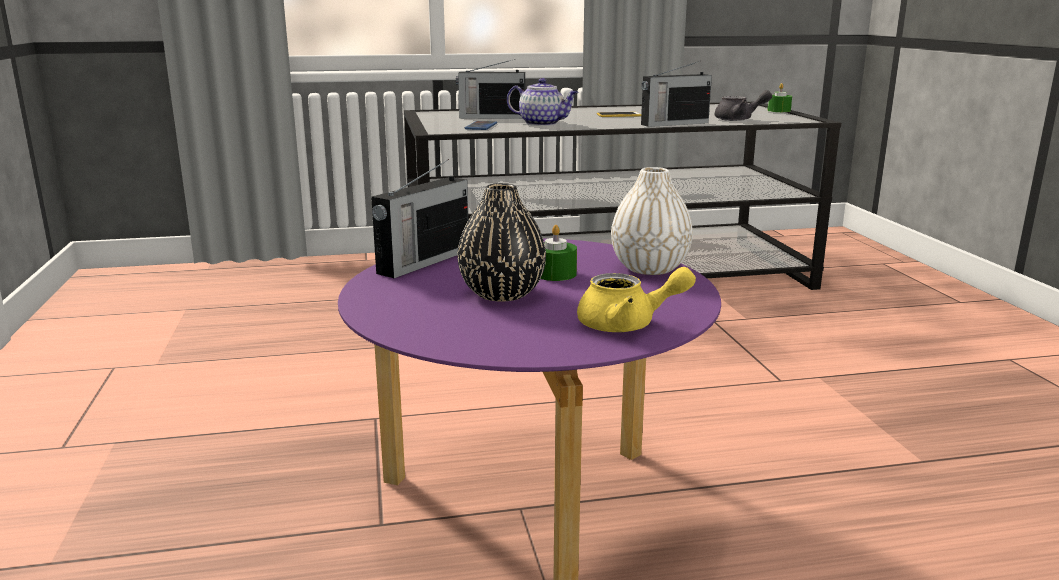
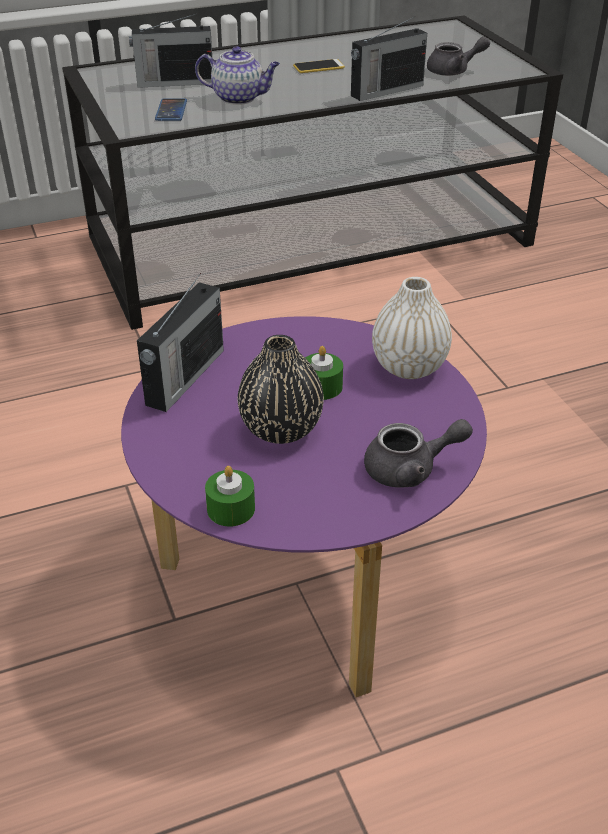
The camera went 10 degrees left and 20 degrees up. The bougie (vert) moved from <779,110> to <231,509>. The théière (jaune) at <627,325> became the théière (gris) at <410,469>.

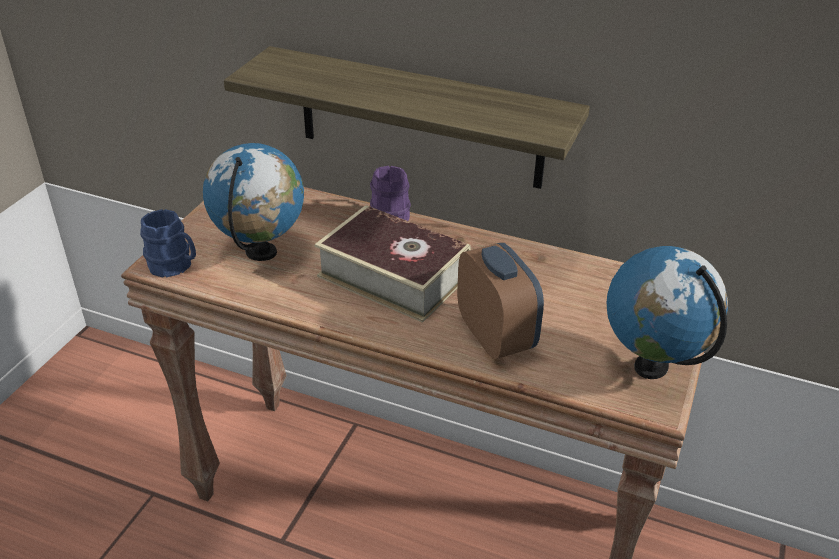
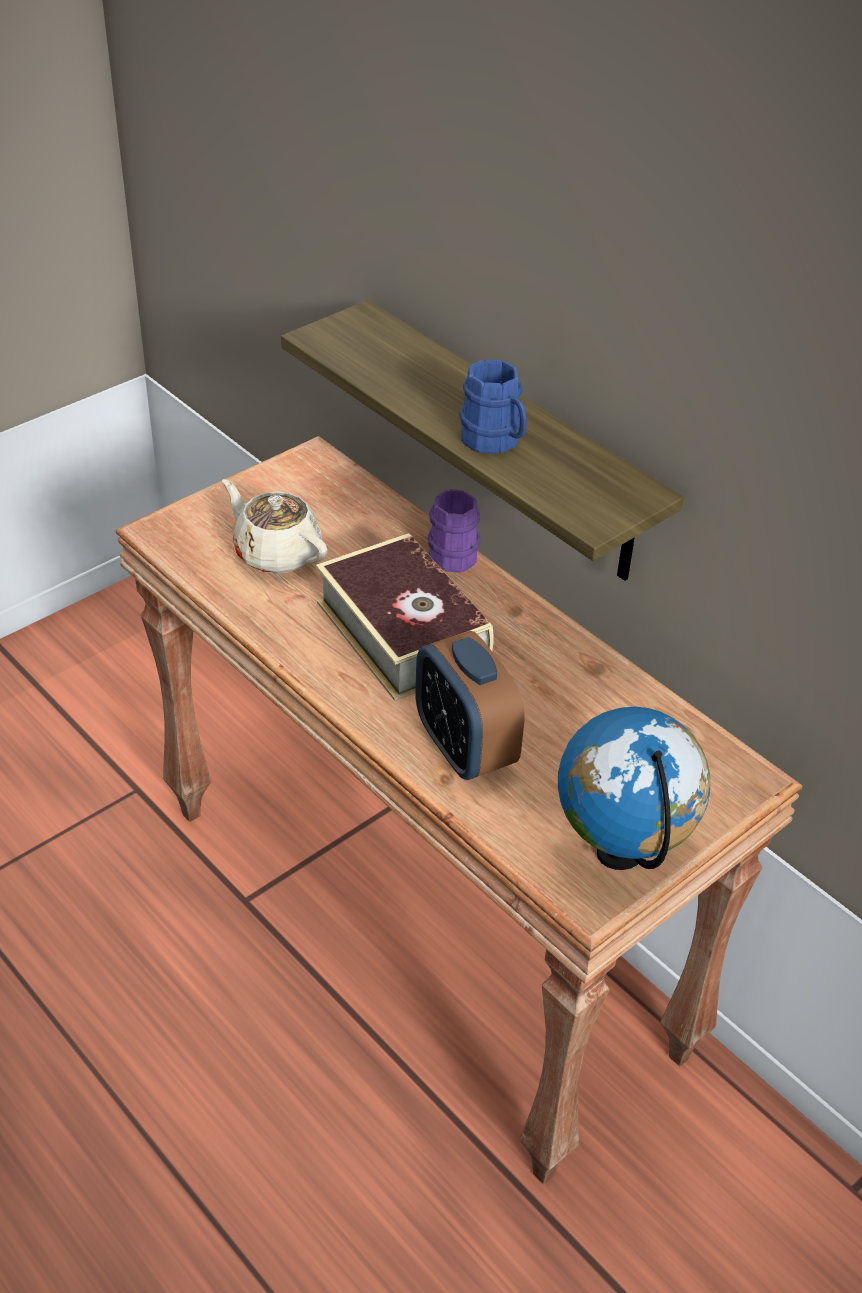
The camera went 25 degrees right and 5 degrees up. The globe at <261,253> was replaced by the théière (beige) at <276,552>. The réveil at <495,337> turned 150 degrees clockwise. The mug (bleu) moved from <174,266> to <494,442>.

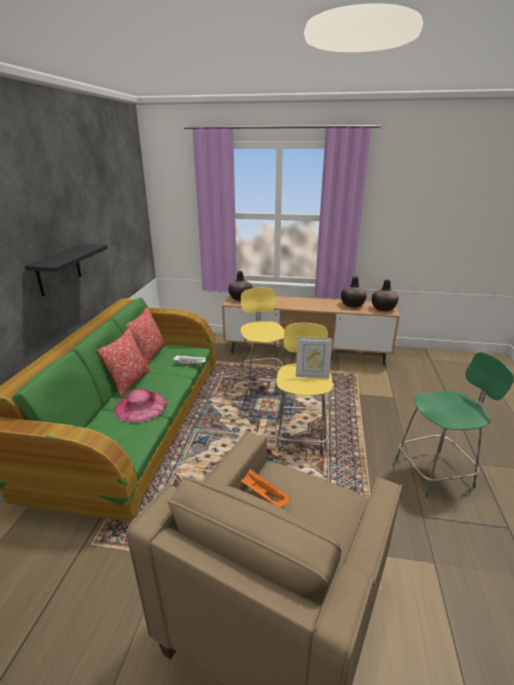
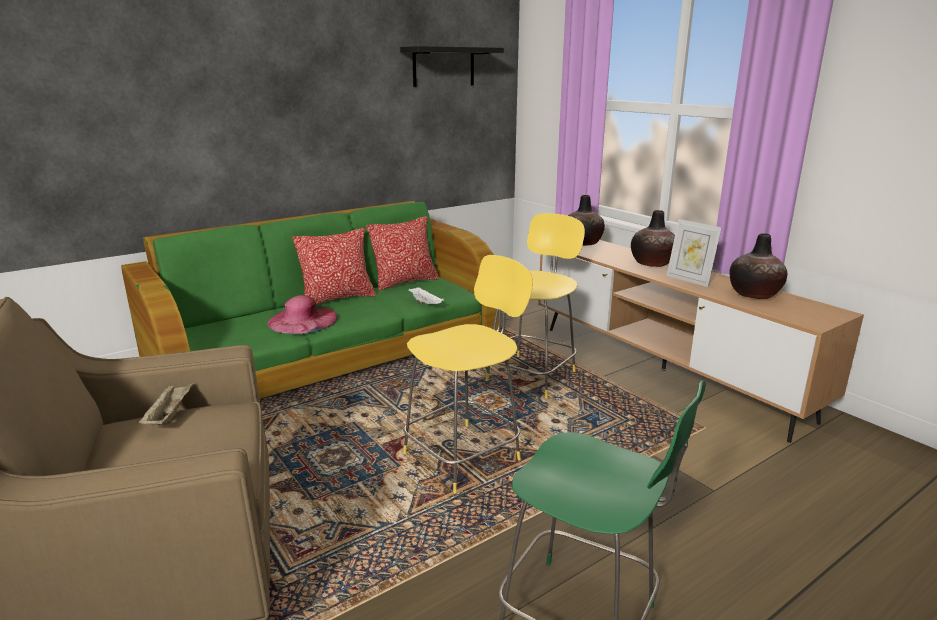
The camera went 45 degrees right and 5 degrees down. The plateau (orange) at <262,494> became the plateau (beige) at <170,414>. The étagère (noir) moved from <59,269> to <443,67>. The vase moved from <383,309> to <652,263>. The cadre photo moved from <312,376> to <689,280>.

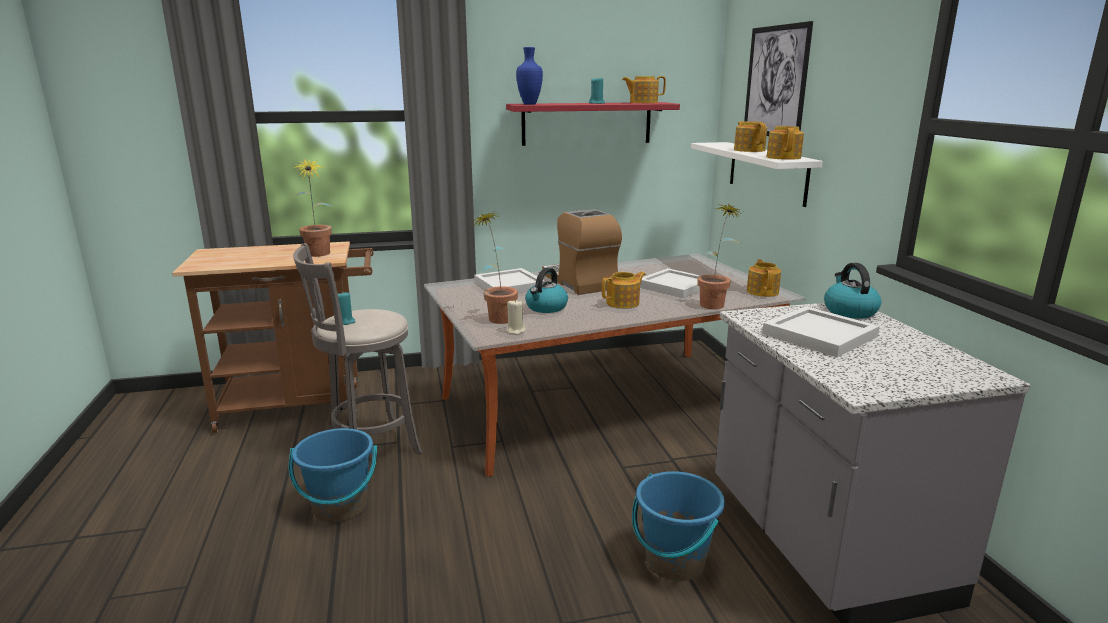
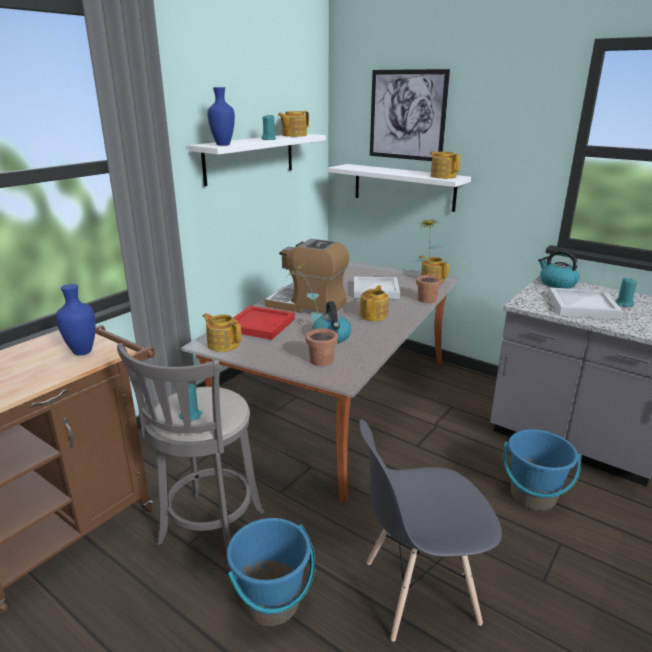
The camera went 40 degrees left and 5 degrees up. The plante en pot at <318,255> was replaced by the vase (bleu) at <82,351>. The étagère (rouge) at <587,123> became the étagère (blanc) at <250,158>. The théière moved from <749,150> to <223,344>. The plateau (blanc) at <508,285> became the plateau (rouge) at <259,325>. The chaise (gris) at <419,592> appeared. The bougie (turquoise) at <623,304> appeared. The bougie (beige) at <515,331> disappeared.

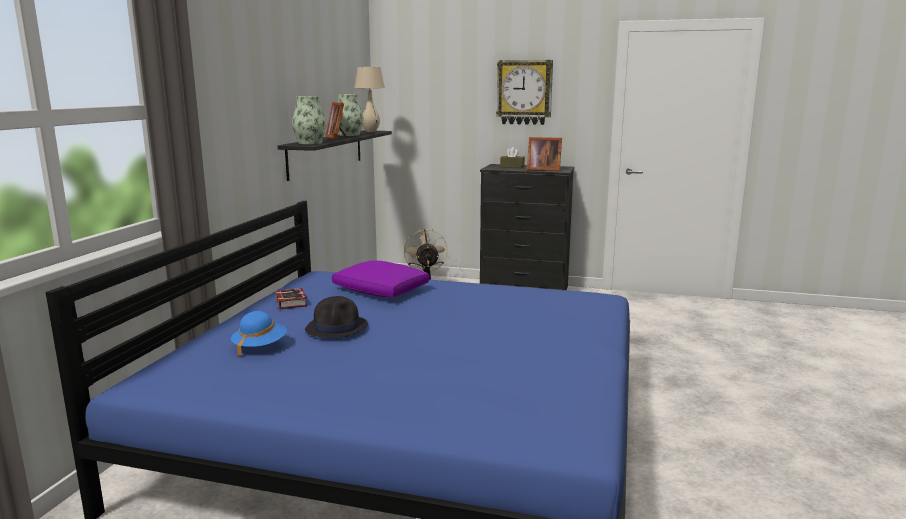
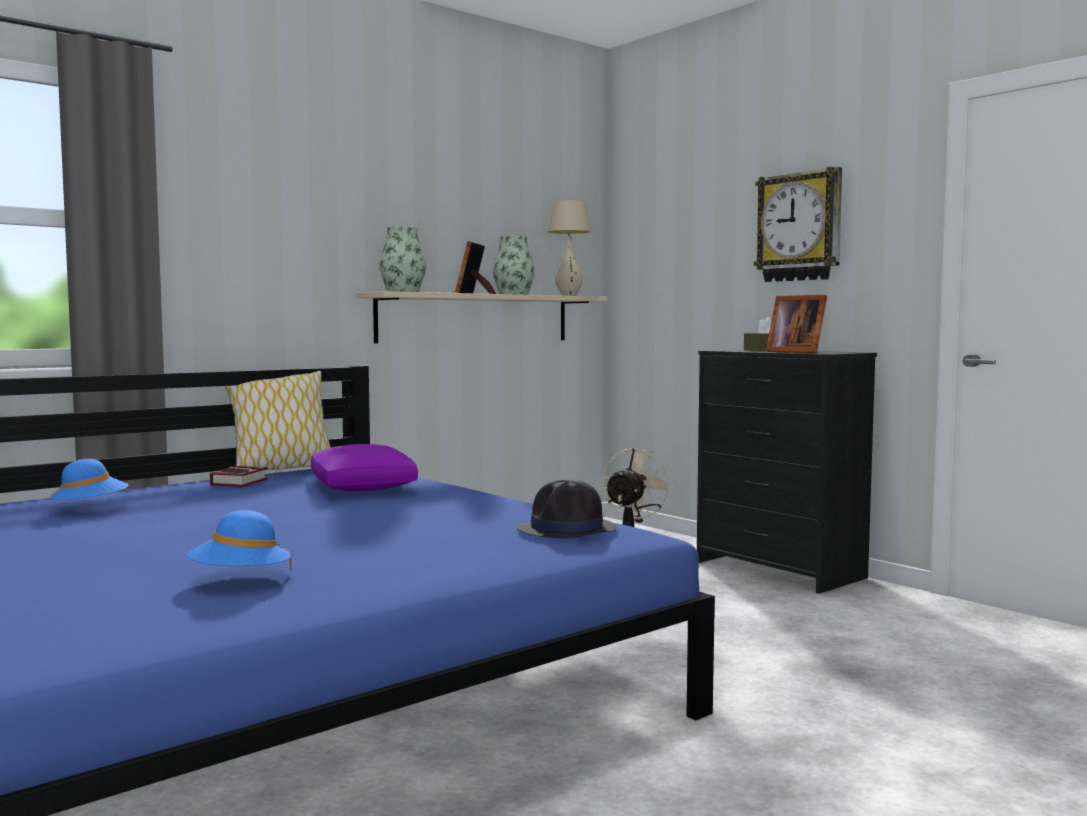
The camera went 35 degrees right and 10 degrees down. The chapeau (bleu) at <240,579> appeared. The coussin at <281,470> appeared. The étagère (noir) at <326,153> became the étagère (beige) at <476,318>. The chapeau (noir) moved from <337,327> to <567,530>.

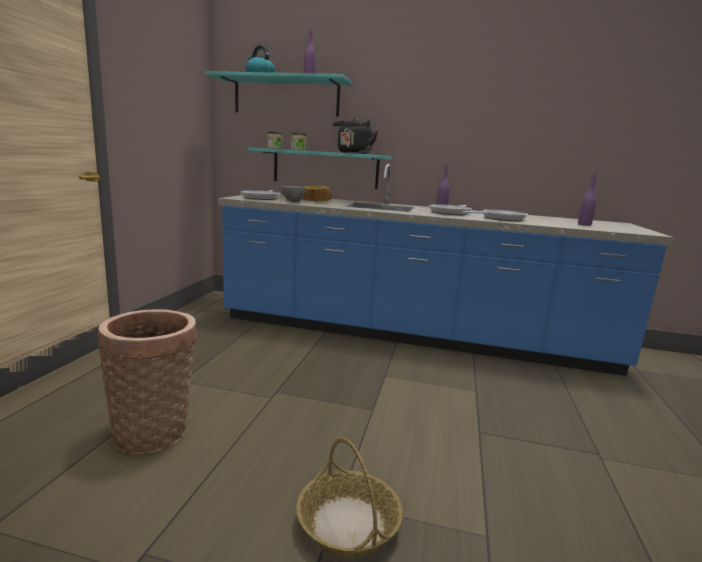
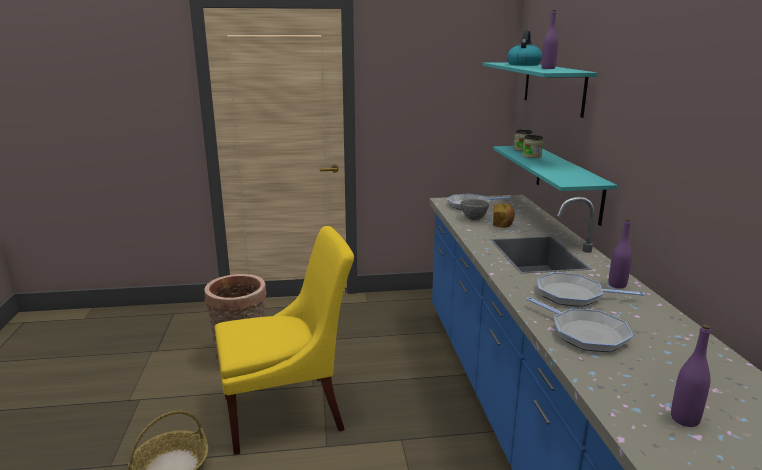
The camera went 70 degrees right and 5 degrees up. The chaise (jaune) at <289,411> appeared. The bouilloire (noir) at <353,153> disappeared.

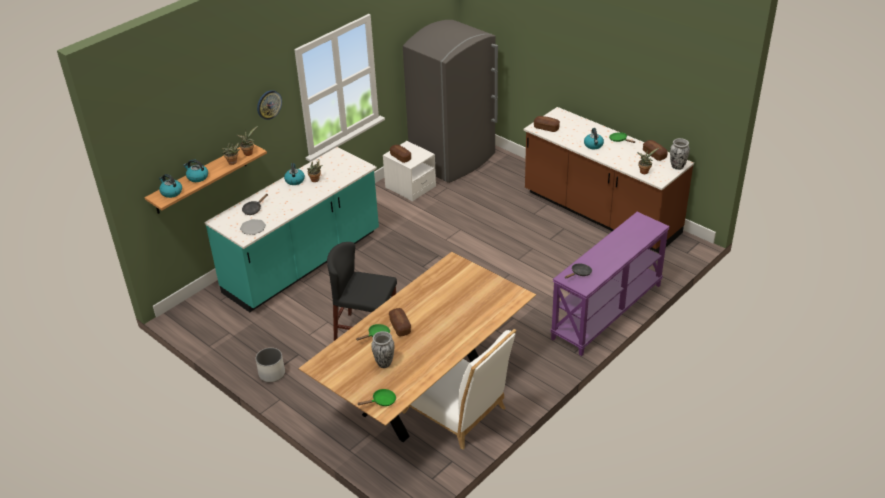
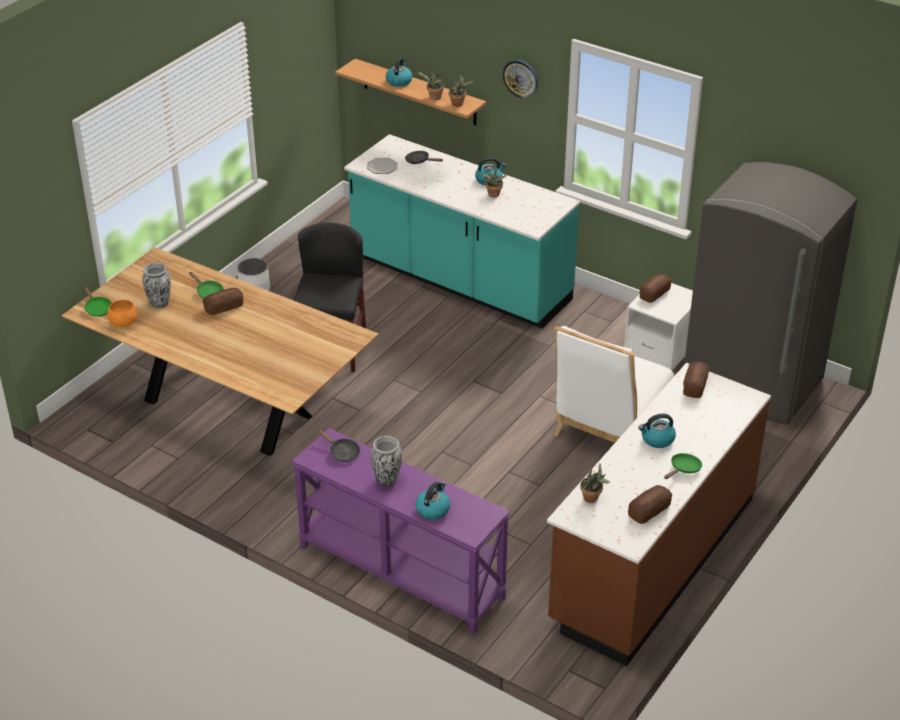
The camera went 80 degrees right and 0 degrees up. The bol (orange) at <123,323> appeared. The vase moved from <677,167> to <386,480>. The bouilloire moved from <171,192> to <433,509>. The chaise (blanc) moved from <459,413> to <610,426>.

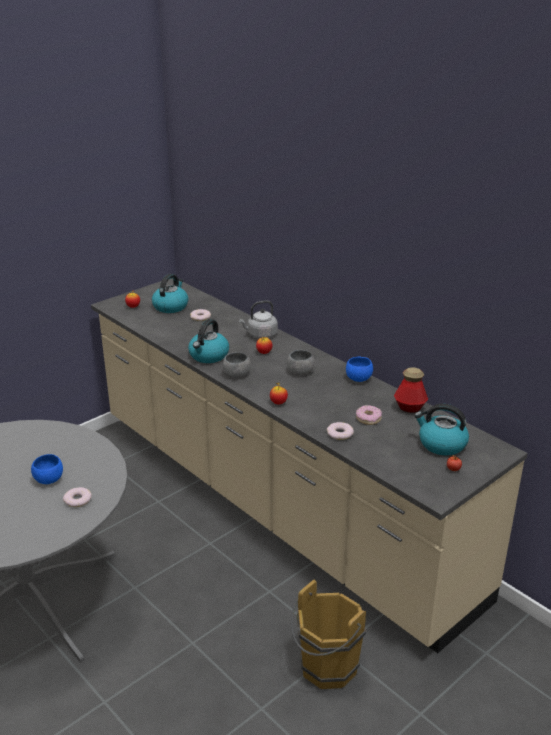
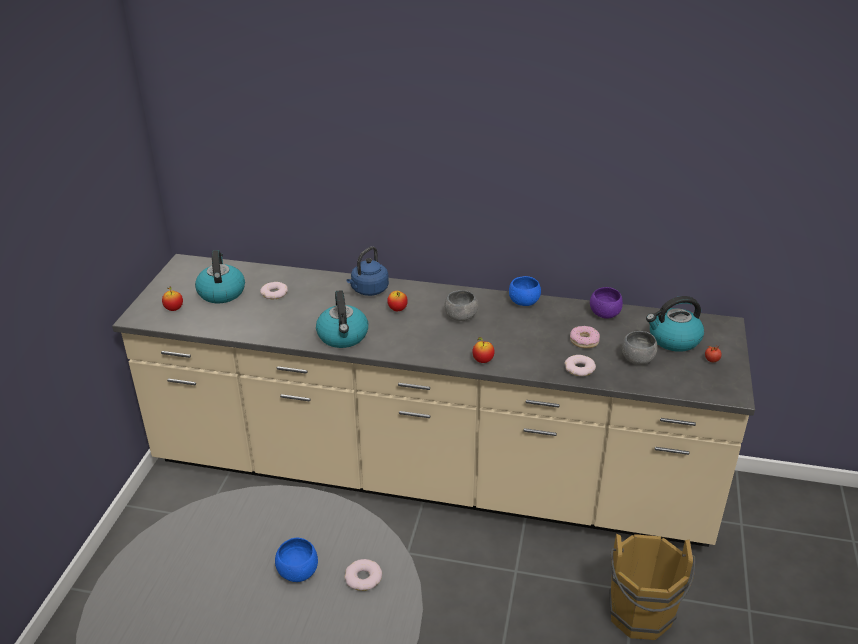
The camera went 35 degrees left and 5 degrees up. The bouilloire (gris) at <260,335> became the bouilloire (bleu) at <368,290>. The bouteille at <409,407> was replaced by the bol (violet) at <604,314>. The bol (gris) moved from <236,374> to <637,359>.

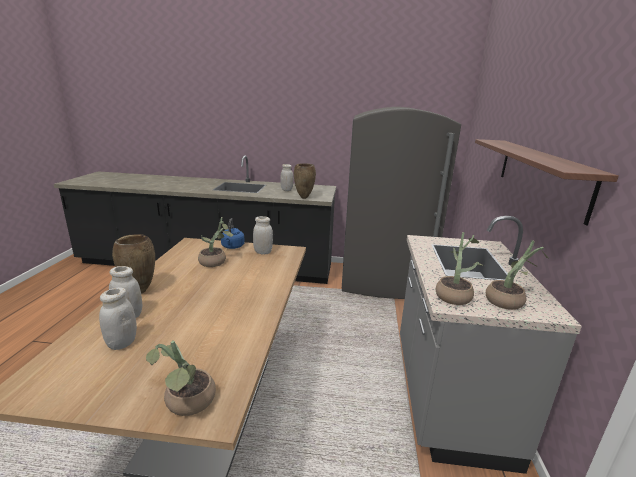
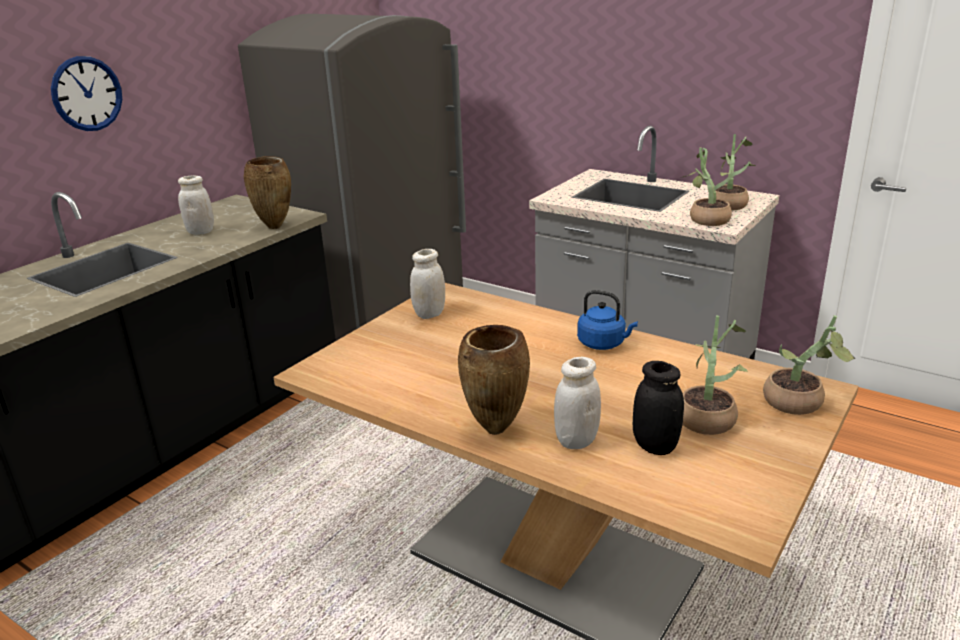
The camera went 60 degrees left and 5 degrees up. The horloge murale at <87,94> appeared. The bouilloire (bleu) moved from <232,247> to <603,344>. The bocal (blanc) at <122,343> became the bocal (noir) at <655,446>. The plante en pot moved from <216,262> to <707,417>. The étagère at <540,174> disappeared.

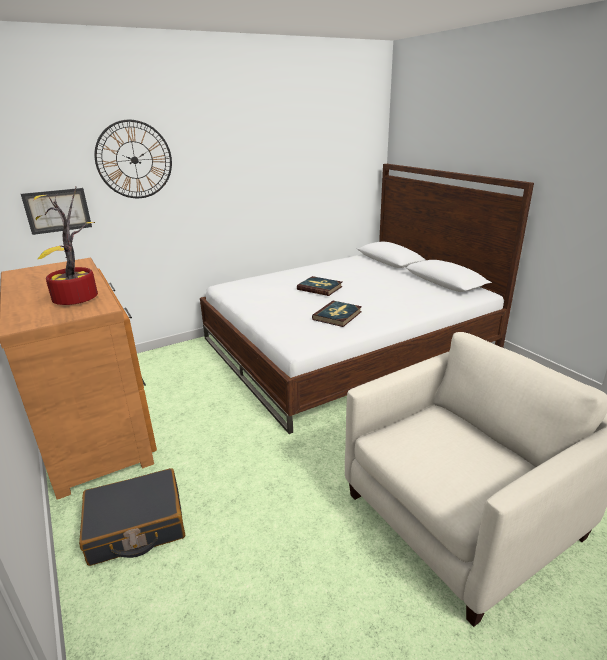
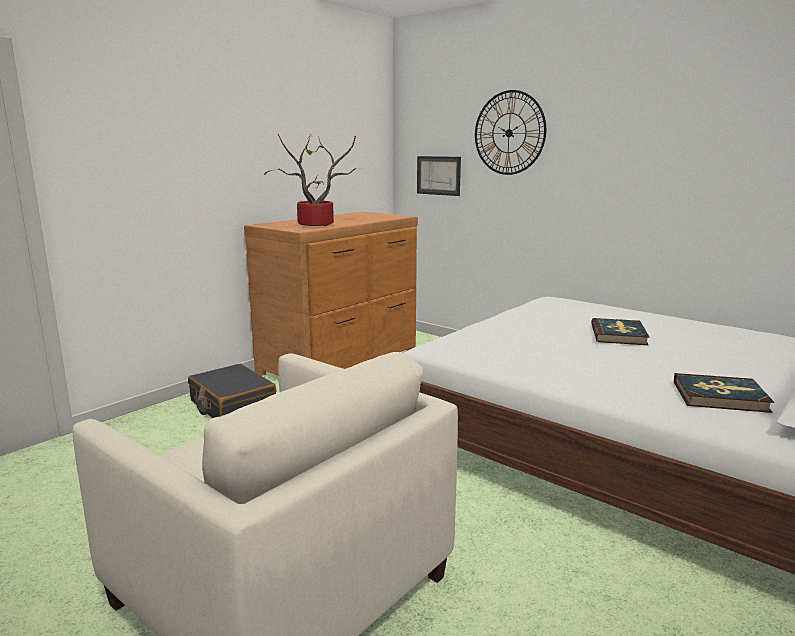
The camera went 70 degrees right and 10 degrees down. The livre moved from <337,315> to <720,396>.

